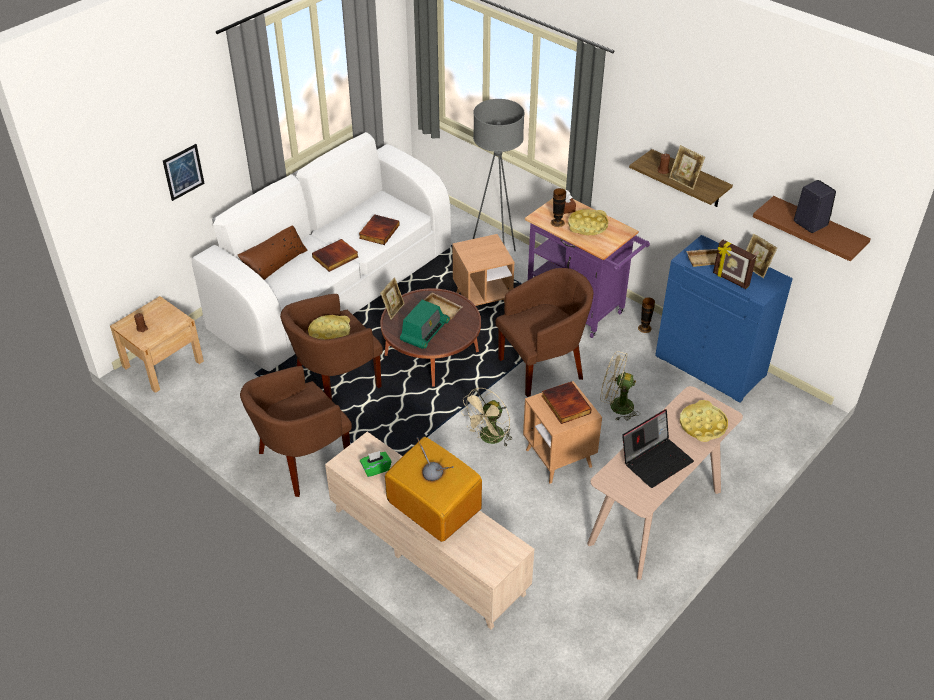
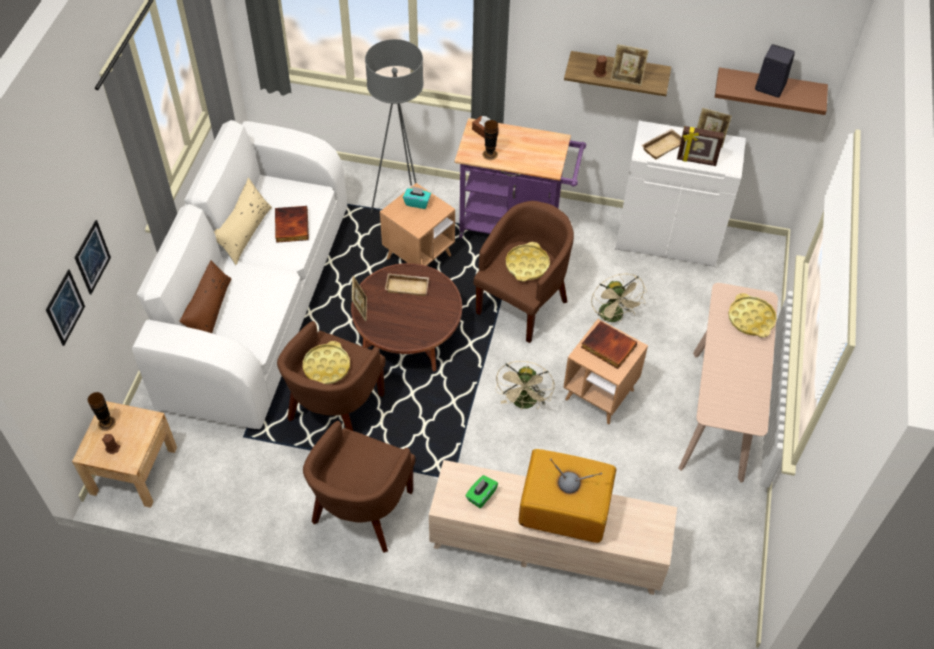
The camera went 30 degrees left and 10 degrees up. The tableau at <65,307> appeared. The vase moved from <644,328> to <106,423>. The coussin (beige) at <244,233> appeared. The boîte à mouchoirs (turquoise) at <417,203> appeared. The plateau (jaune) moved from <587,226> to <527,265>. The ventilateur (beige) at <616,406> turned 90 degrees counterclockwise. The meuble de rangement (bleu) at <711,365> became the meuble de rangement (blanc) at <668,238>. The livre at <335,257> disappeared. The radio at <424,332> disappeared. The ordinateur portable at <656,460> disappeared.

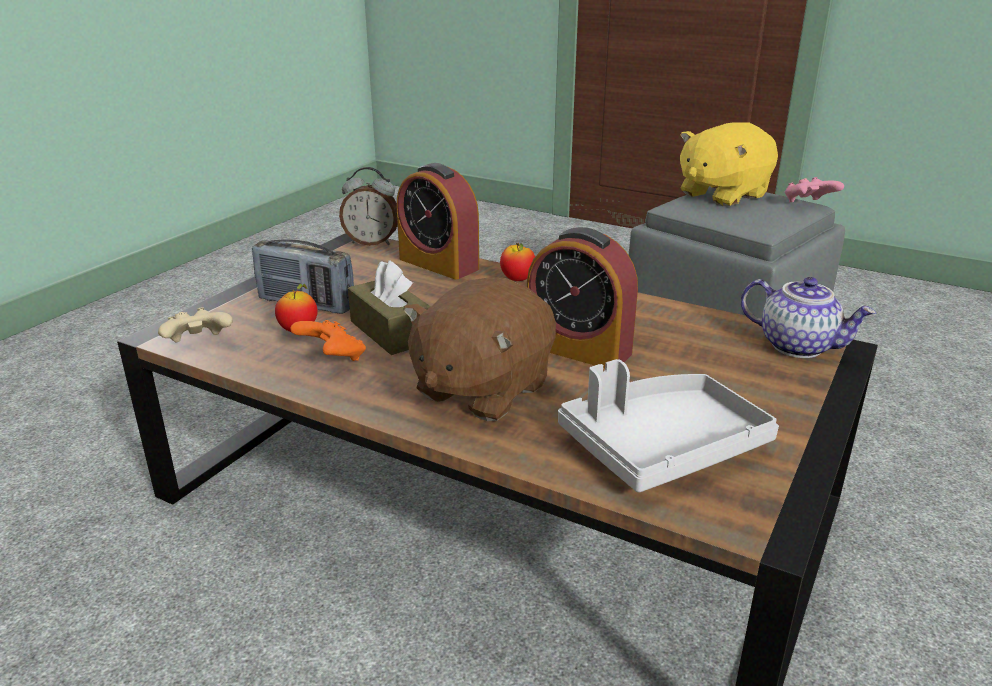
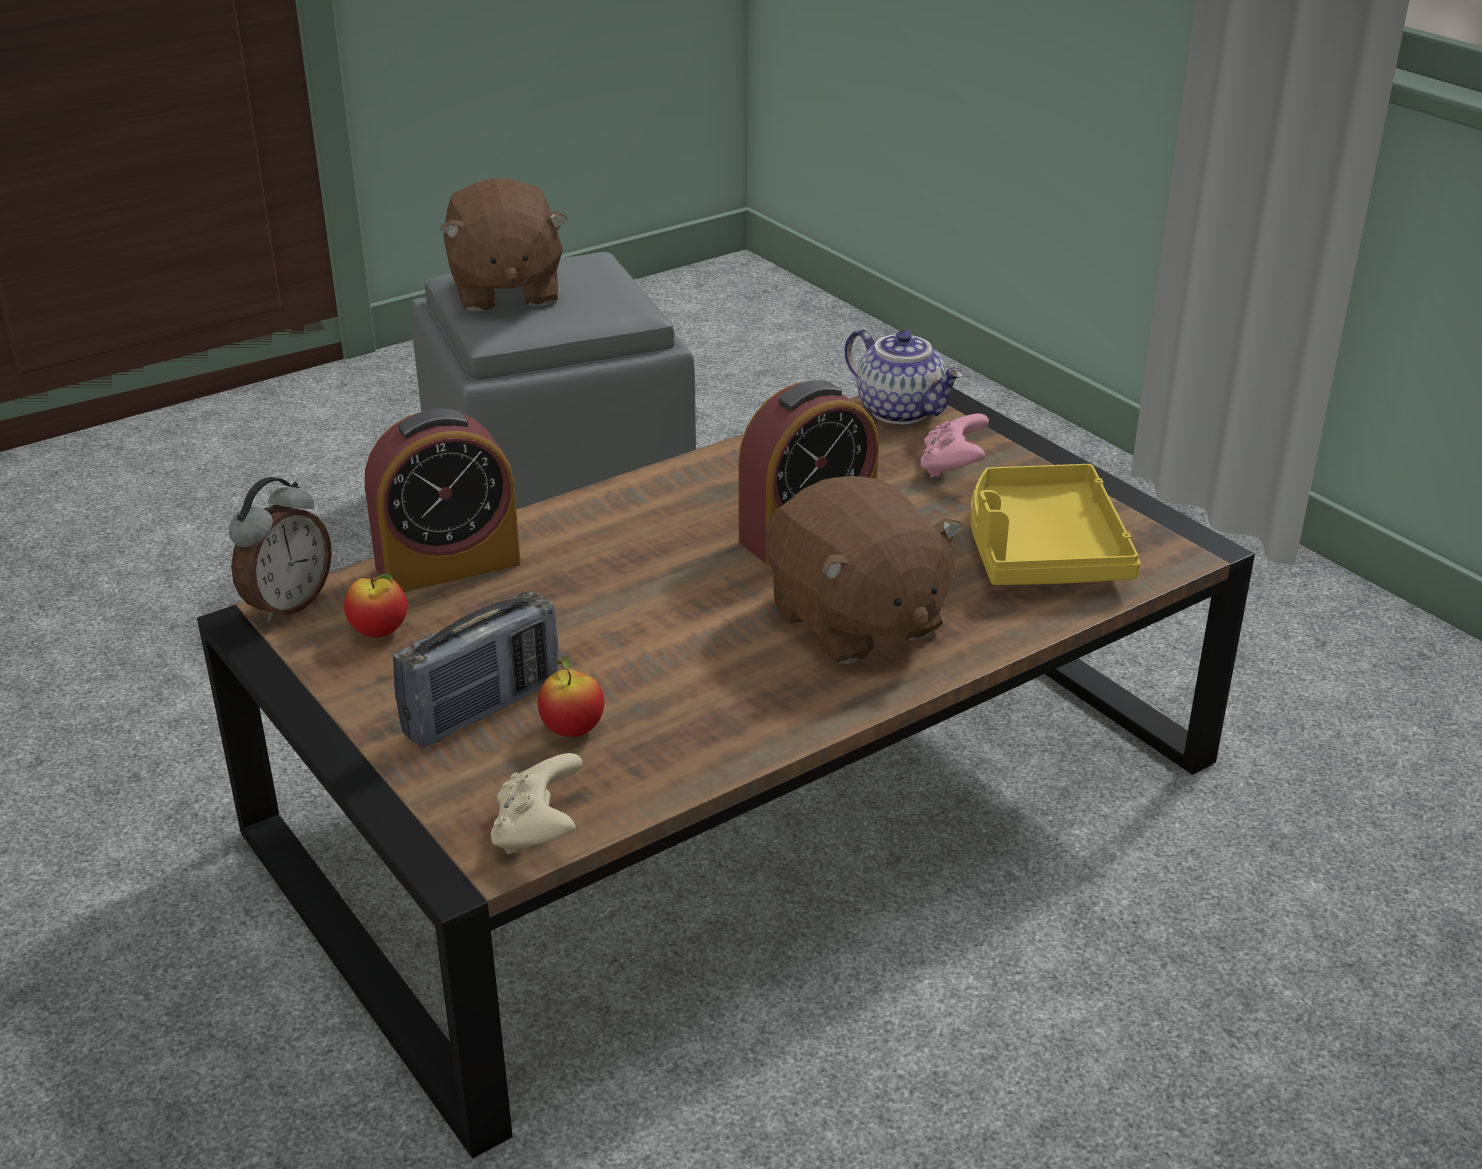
The camera went 65 degrees left and 5 degrees up. The pomme moved from <517,279> to <379,632>. The peluche (jaune) at <721,194> became the peluche (marron) at <504,291>. The théière at <798,346> turned 75 degrees clockwise. The manette (rose) moved from <808,204> to <952,467>. The plateau (gris) at <661,446> became the plateau (jaune) at <1041,550>. The manette (orange) at <332,358> disappeared. The boîte à mouchoirs (marron) at <391,332> disappeared.

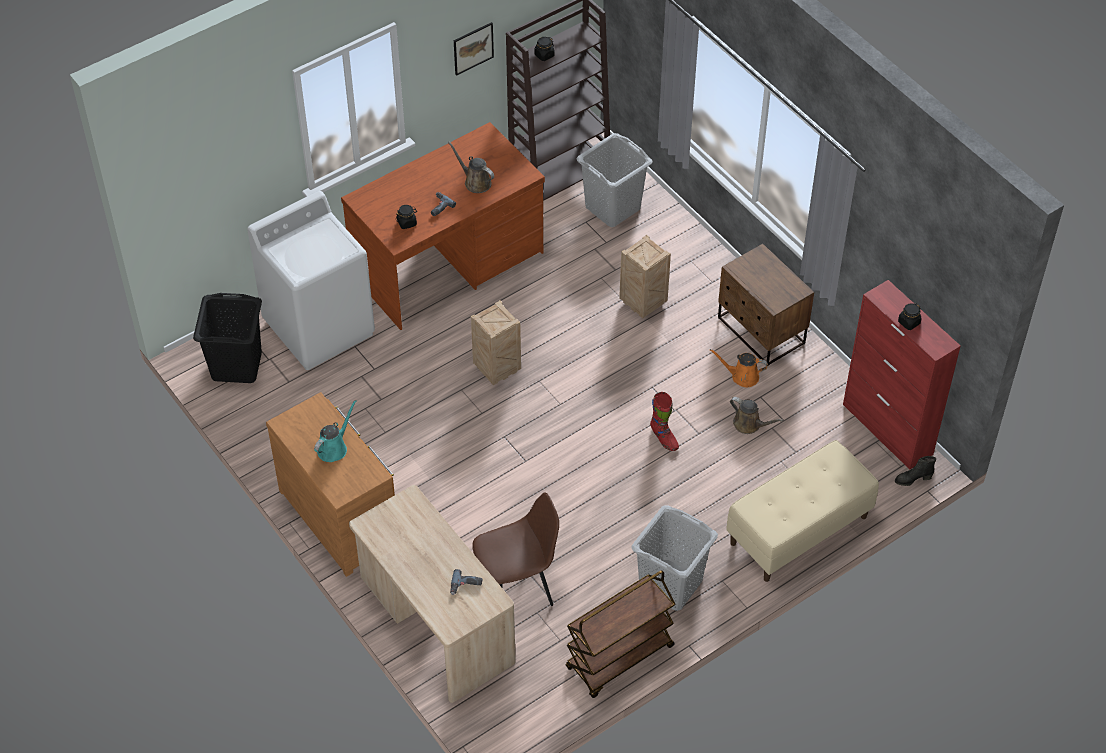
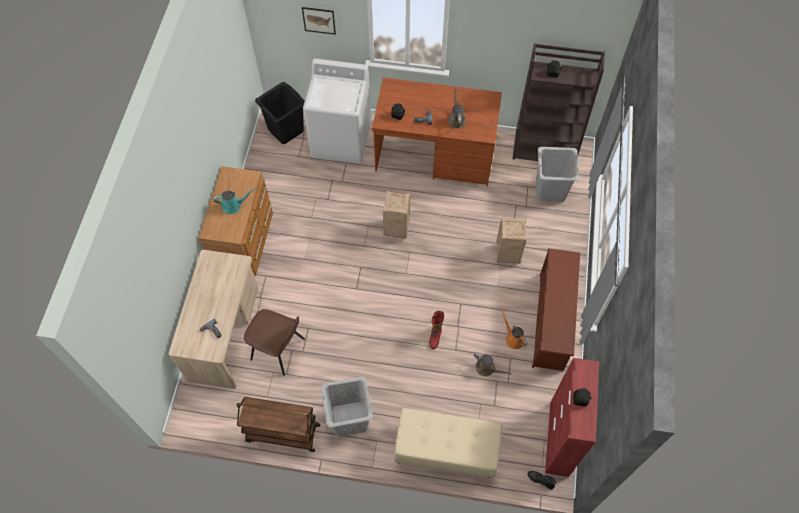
The camera went 45 degrees right and 10 degrees up. The tableau moved from <473,48> to <319,20>. The arrosoir (marron) at <749,424> turned 45 degrees counterclockwise. The table de chevet (marron) at <760,331> was replaced by the étagère à chaussures (marron) at <552,322>.

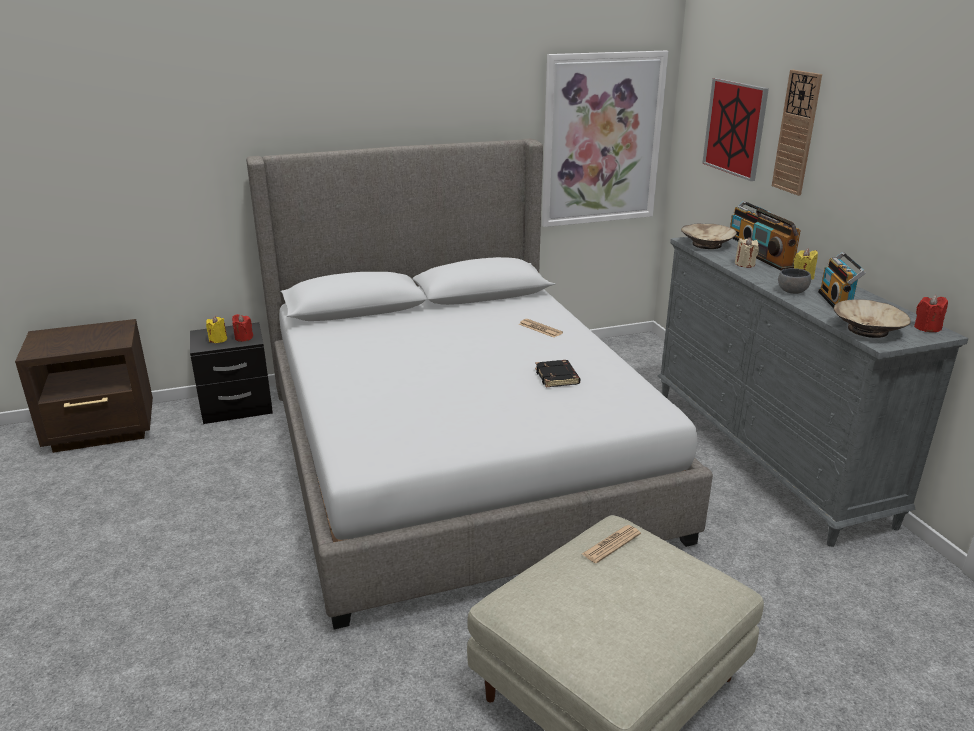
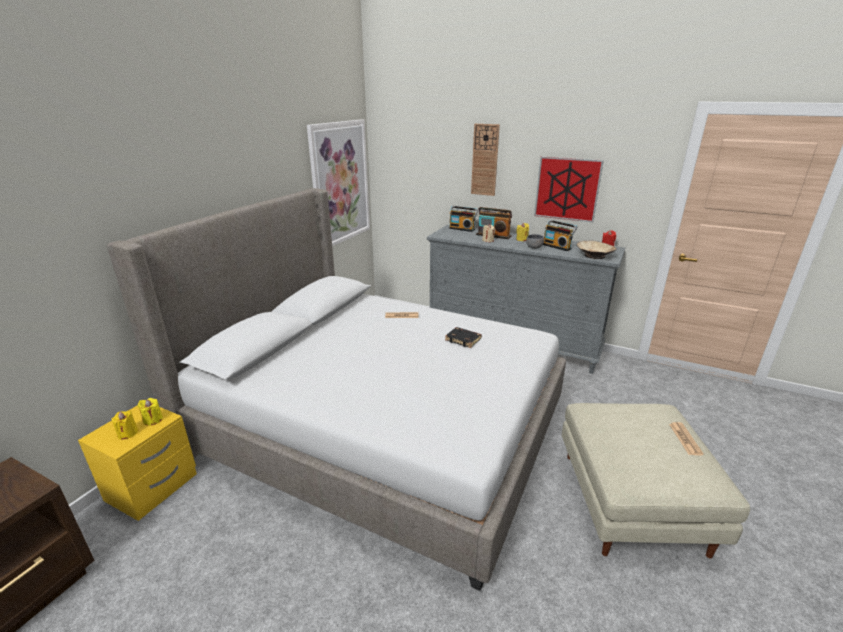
The camera went 45 degrees left and 0 degrees up. The table de chevet (noir) at <237,407> became the table de chevet (jaune) at <153,488>. The bougie (rouge) at <243,338> became the bougie (jaune) at <153,420>. The tableau moved from <735,128> to <567,189>. The journal moved from <611,544> to <685,439>. The bol (beige) at <706,244> disappeared.

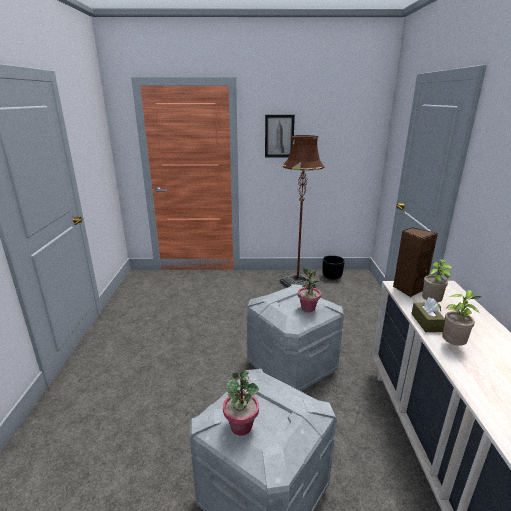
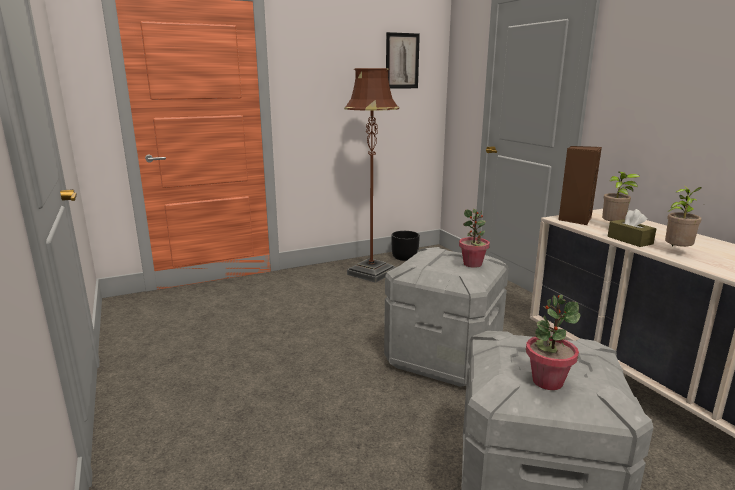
The camera went 25 degrees left and 5 degrees down. The tableau moved from <279,136> to <402,61>.

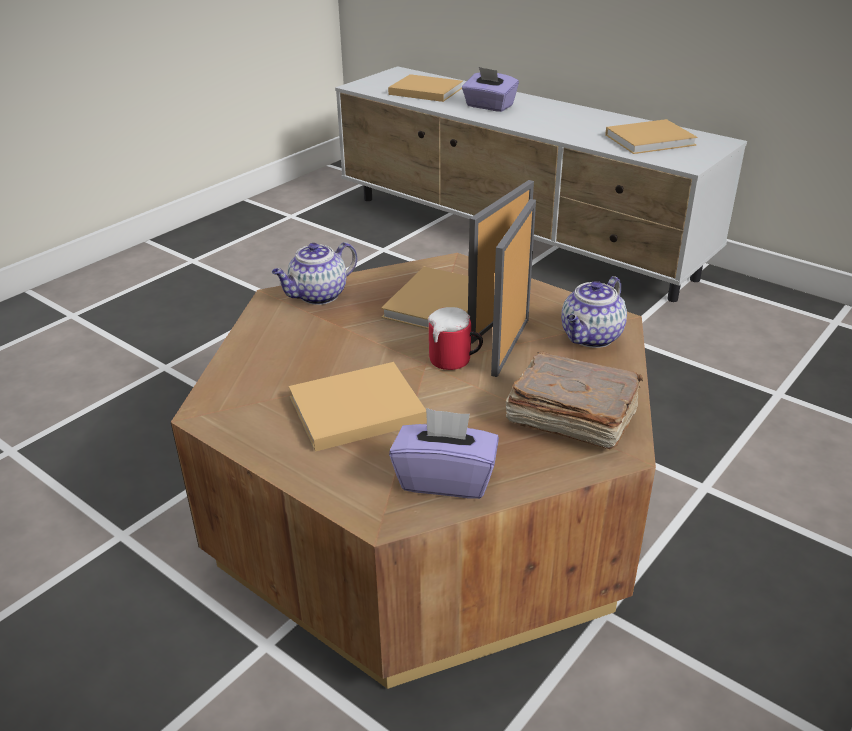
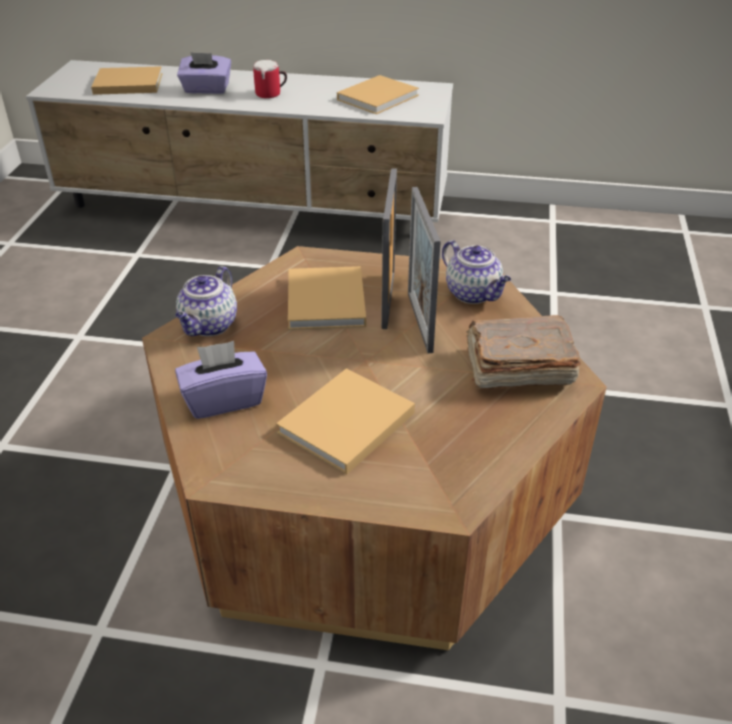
The camera went 30 degrees left and 5 degrees up. The boîte à mouchoirs (violet) moved from <445,479> to <224,399>. The mug moved from <455,362> to <271,94>. The théière at <591,338> turned 45 degrees counterclockwise.

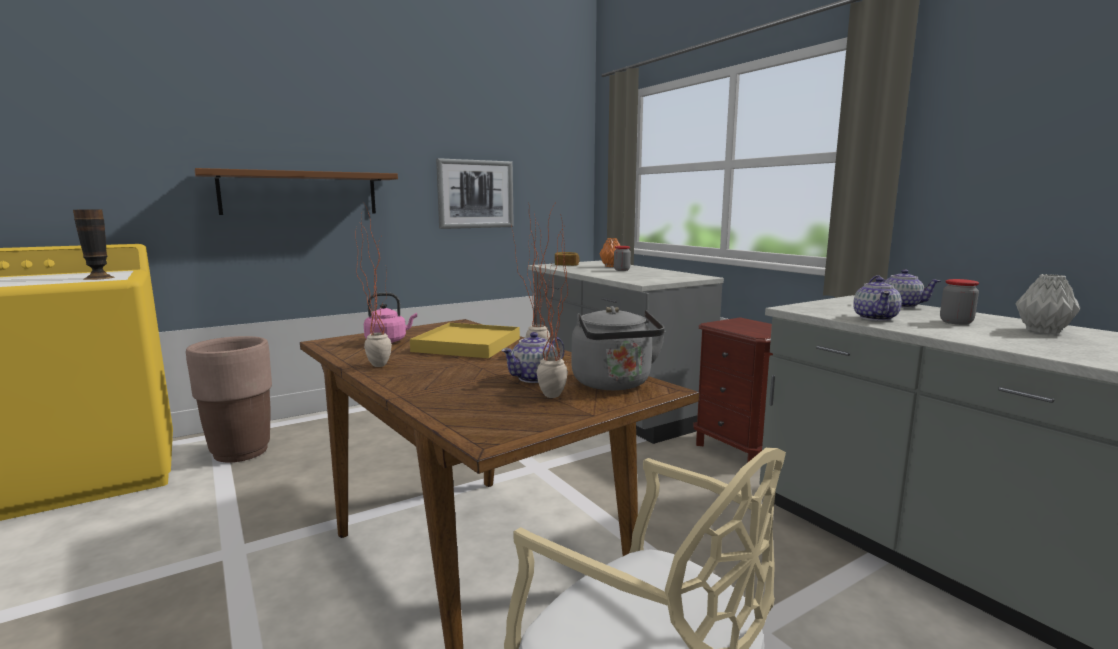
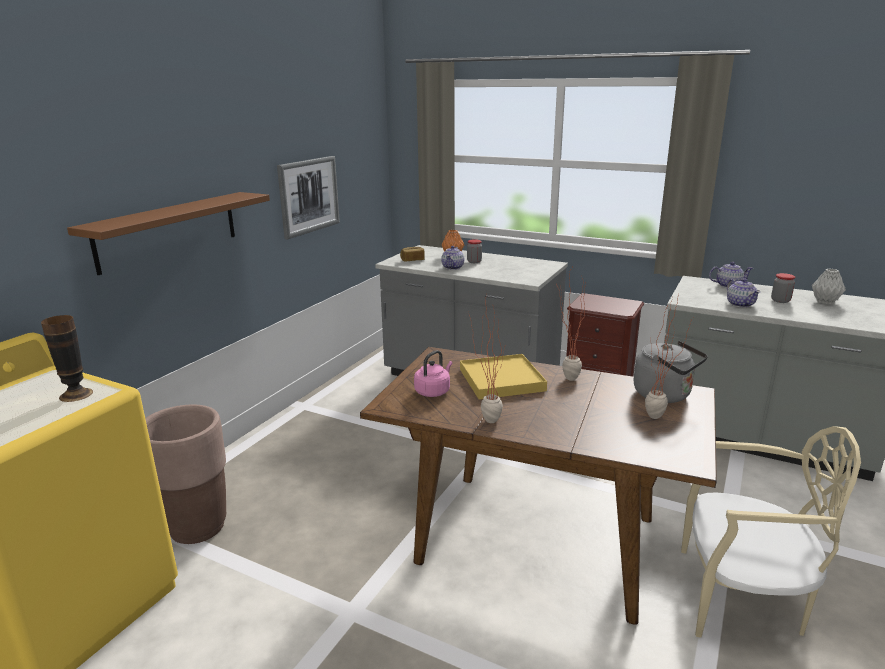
The camera went 30 degrees left and 10 degrees up. The théière moved from <535,378> to <453,267>.

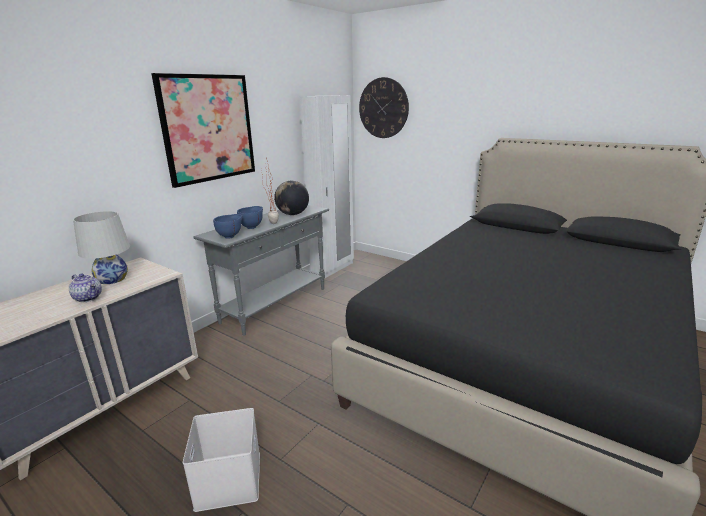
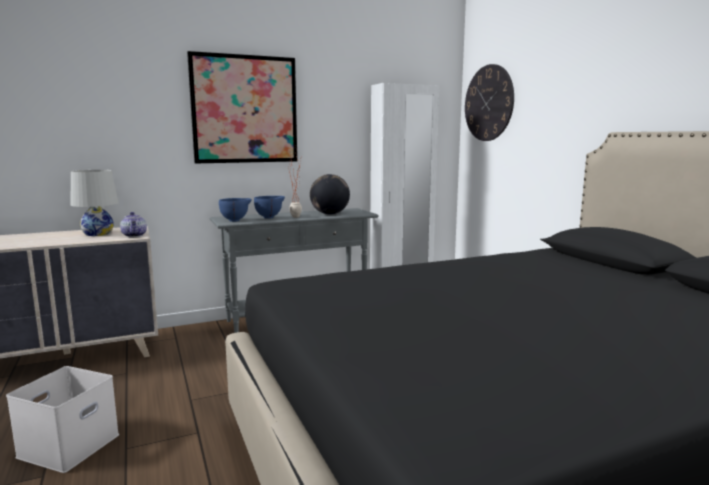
The camera went 30 degrees right and 10 degrees down. The théière moved from <89,298> to <135,235>.

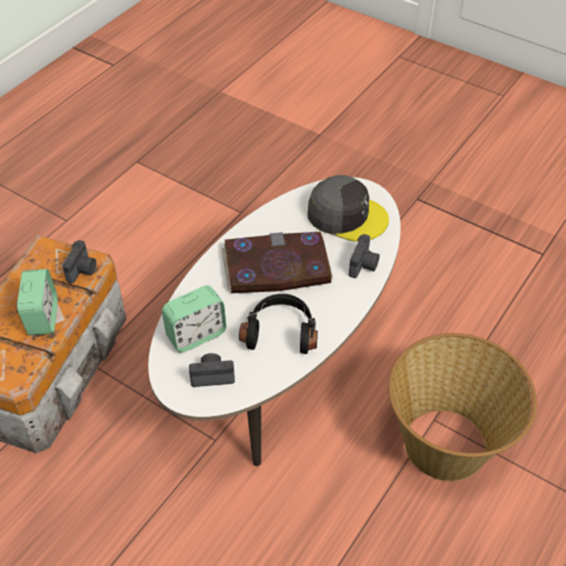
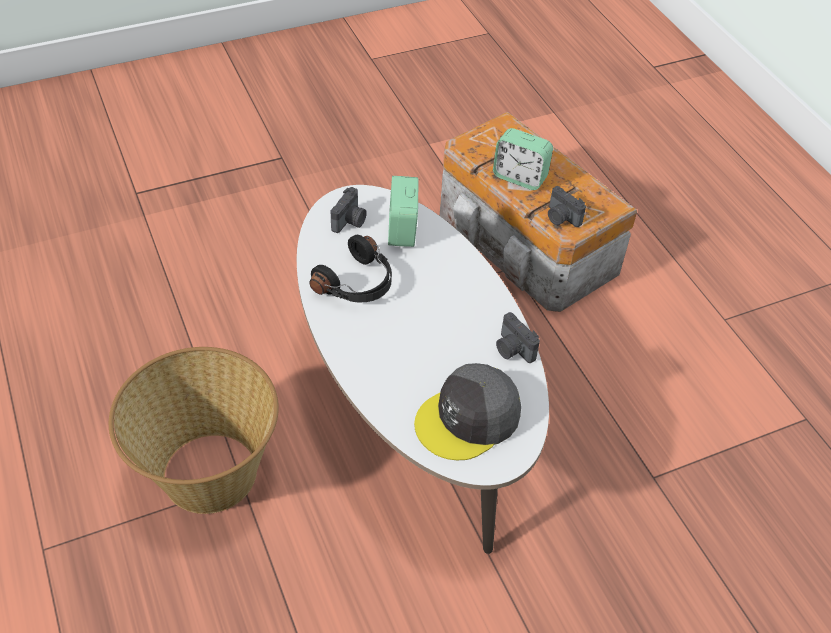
The camera went 120 degrees right and 0 degrees up. The appareil photo moved from <364,265> to <512,349>. The livre at <276,267> disappeared.

